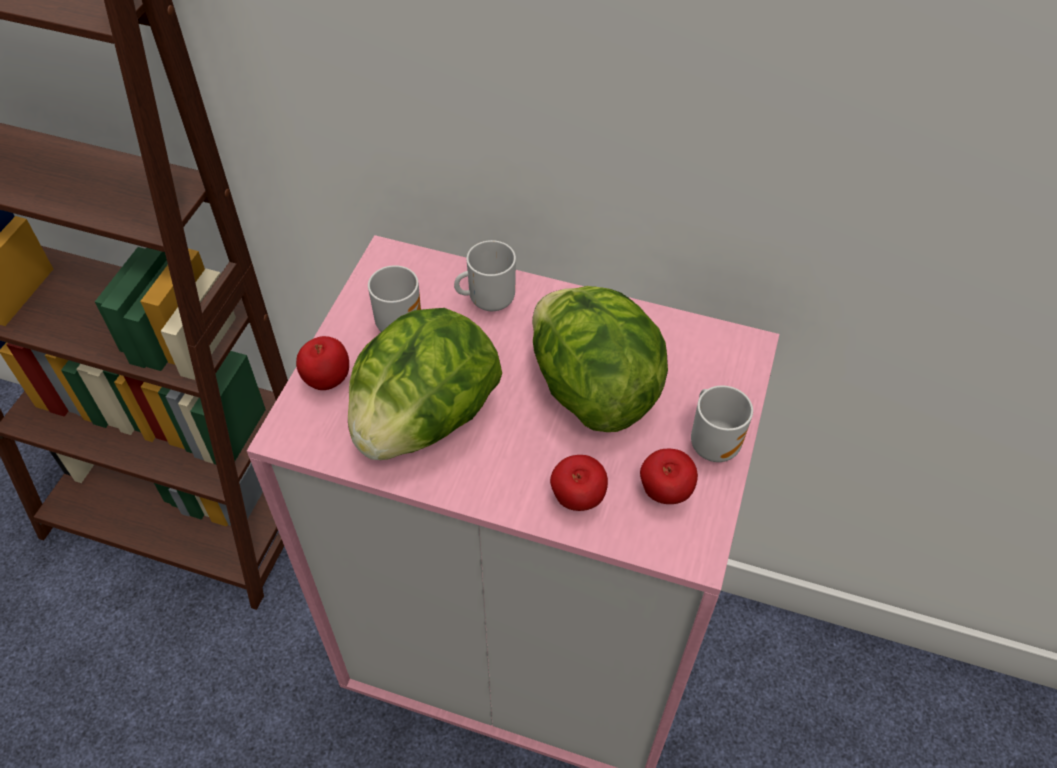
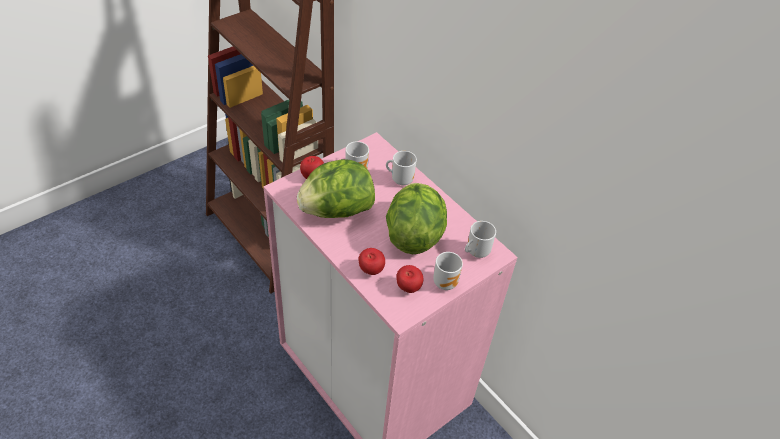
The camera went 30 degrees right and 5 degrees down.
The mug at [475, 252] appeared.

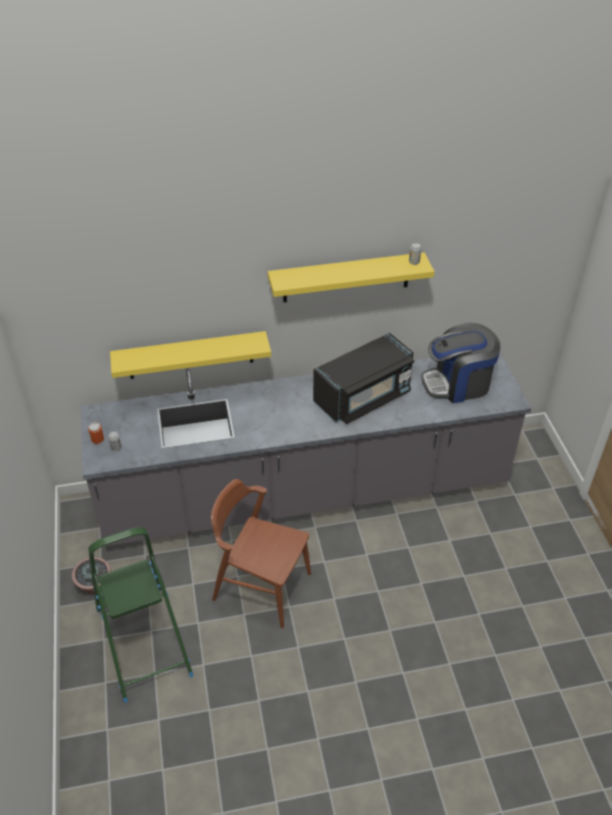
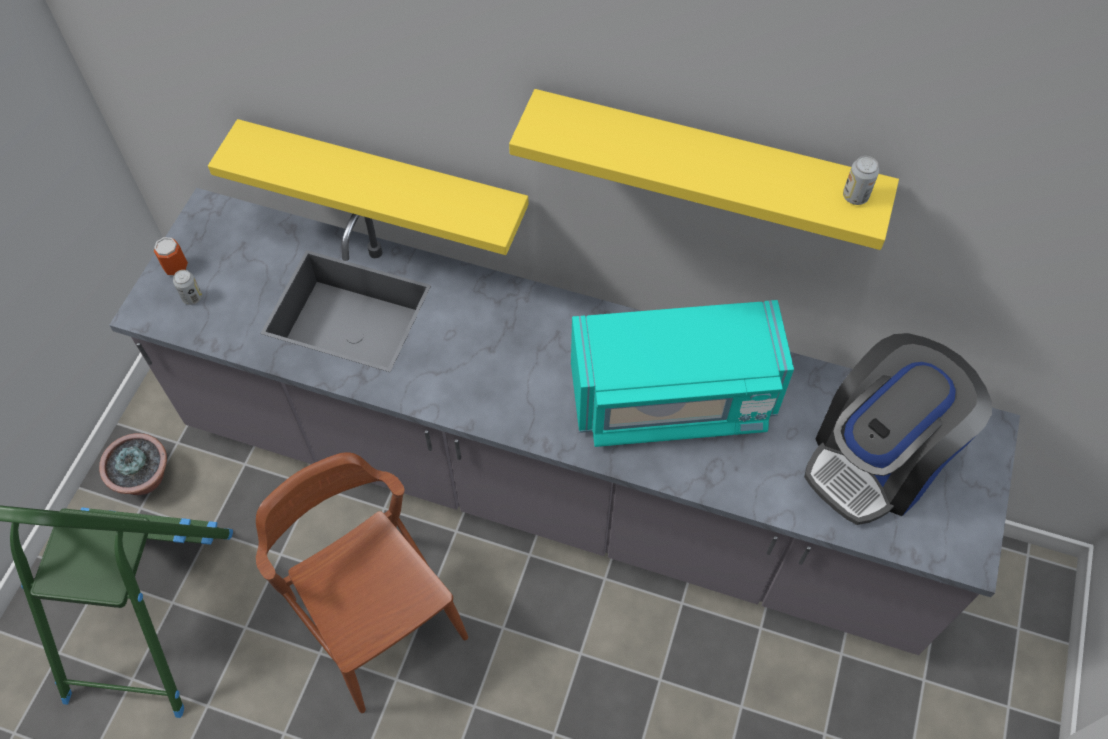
The camera went 30 degrees right and 15 degrees up.
The microwave/black at [363, 397] became the microwave/turquoise at [672, 399].
The coffee machine at [457, 384] turned 60 degrees counterclockwise.

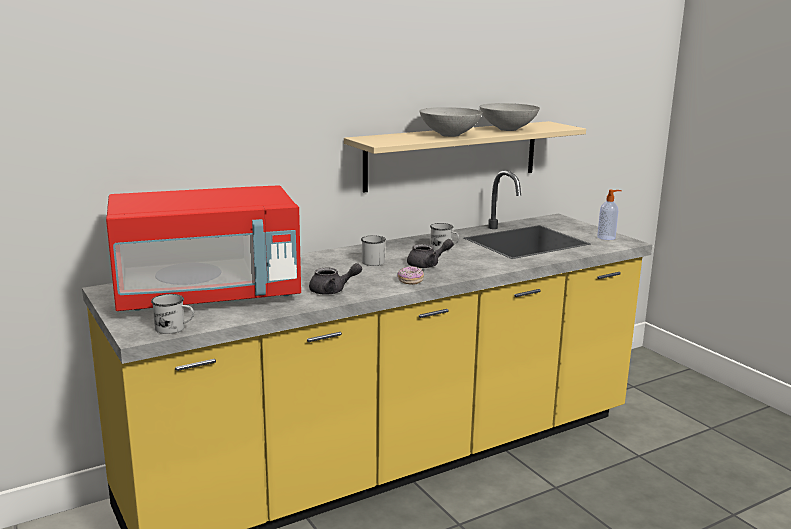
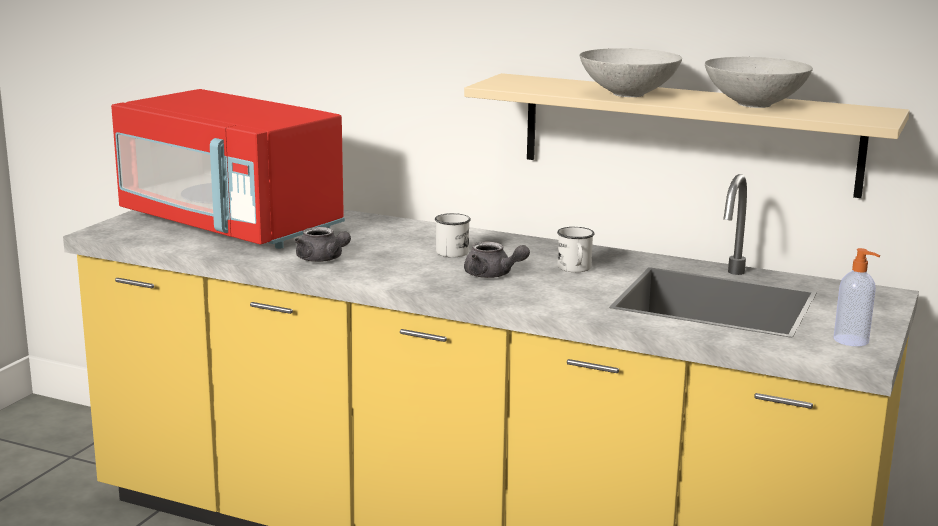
The camera went 55 degrees right and 0 degrees up.
The mug/white at [174, 329] disappeared.
The donut at [410, 281] disappeared.

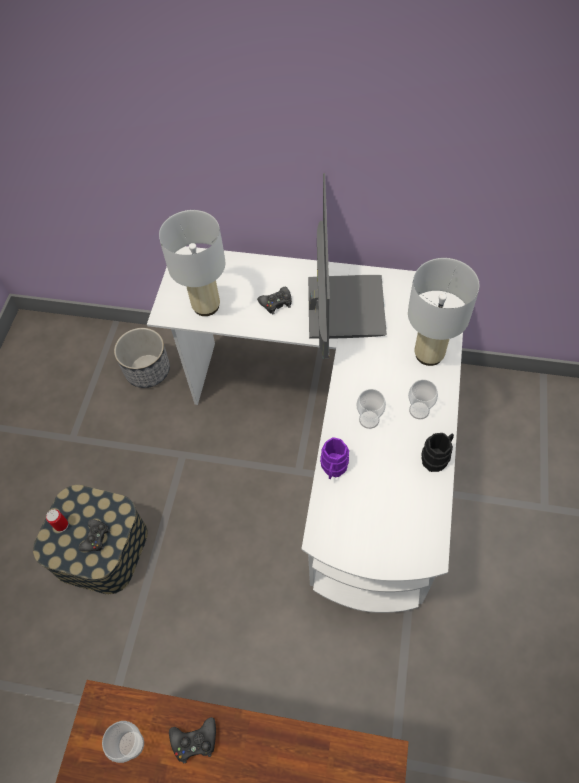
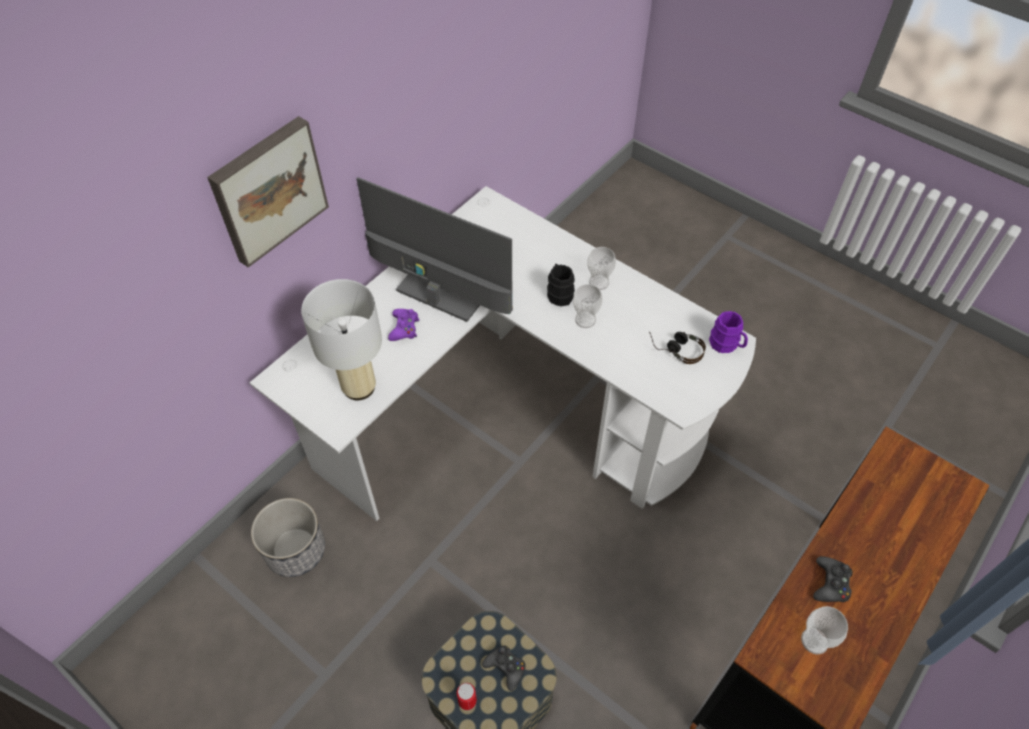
The camera went 65 degrees left and 5 degrees down.
The game controller/black at [276, 303] became the game controller/purple at [404, 328].
The mug/purple moved from [333, 468] to [726, 345].
The table lamp/white at [428, 354] disappeared.
The mug/black moved from [437, 457] to [559, 293].
The picture at [268, 190] appeared.
The headphones at [676, 348] appeared.

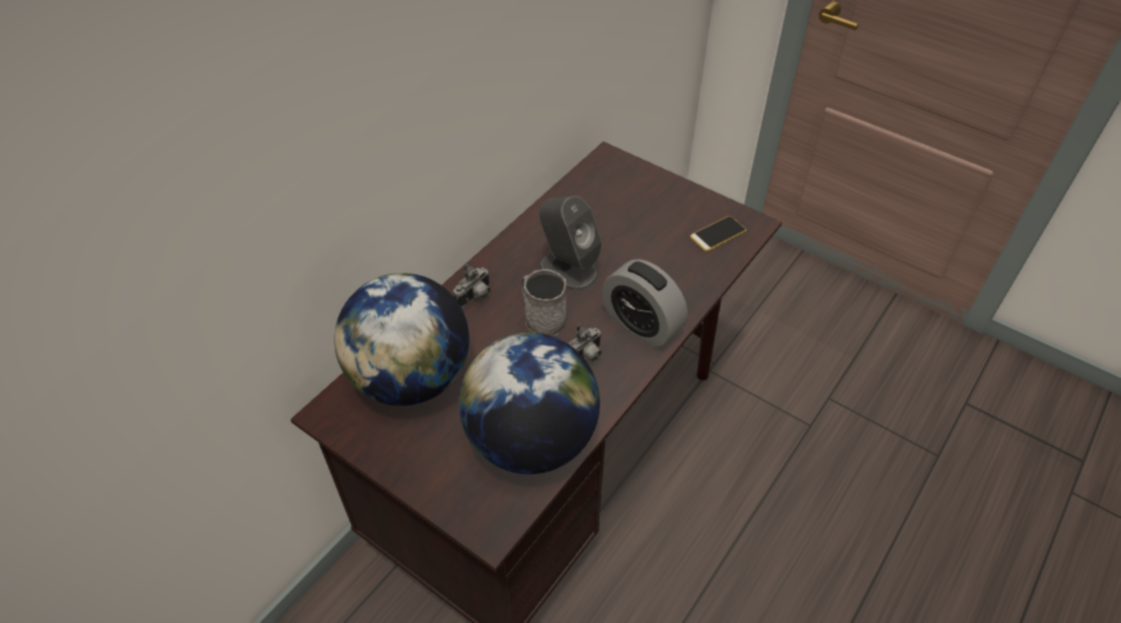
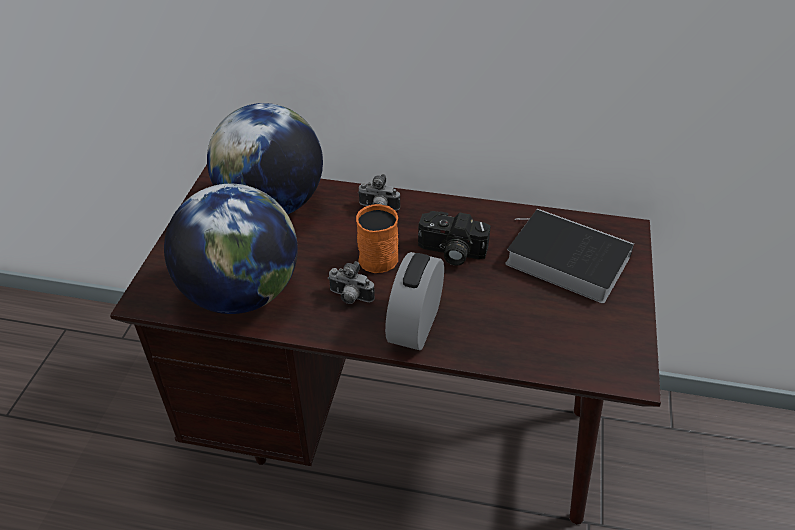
The camera went 65 degrees right and 5 degrees down.
The mug/grey at [541, 318] became the mug/orange at [380, 255].
The speaker/grey at [567, 269] was replaced by the photo camera at [450, 252].
The phone at [718, 234] disappeared.
The book at [563, 260] appeared.

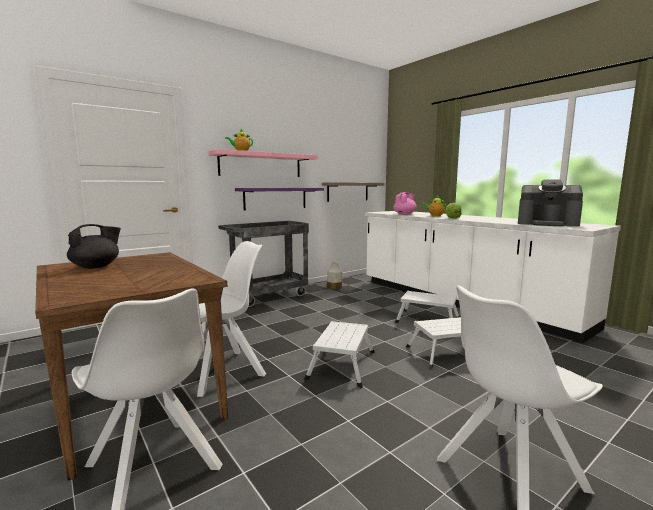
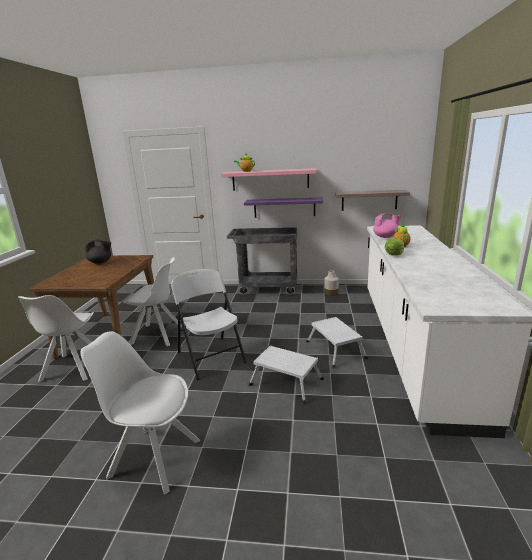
The camera went 45 degrees right and 10 degrees up.
The step ladder/white at [342, 364] was replaced by the chair/white at [211, 357].
The coffee machine at [547, 224] disappeared.

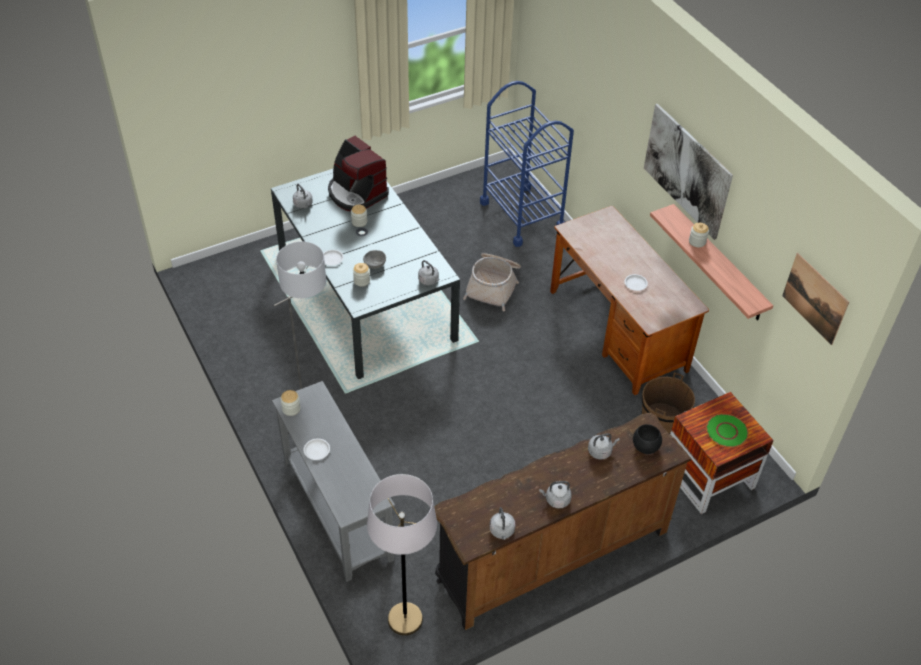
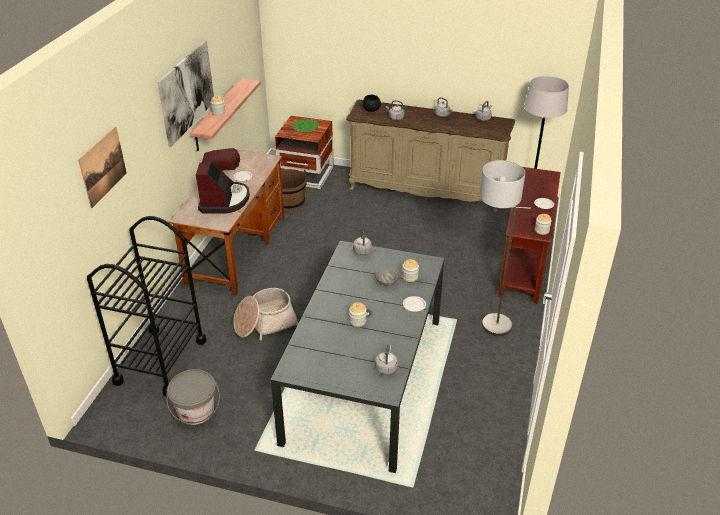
The camera went 135 degrees left and 10 degrees down.
The console table/grey at [336, 510] became the console table/brown at [524, 264].
The coffee machine moved from [356, 193] to [224, 200].
The cabinet/black at [552, 554] became the cabinet/beige at [425, 191].
The cart/blue at [522, 215] became the cart/black at [161, 361].
The picture moved from [815, 298] to [103, 166].
The bucket/grey at [196, 411] appeared.

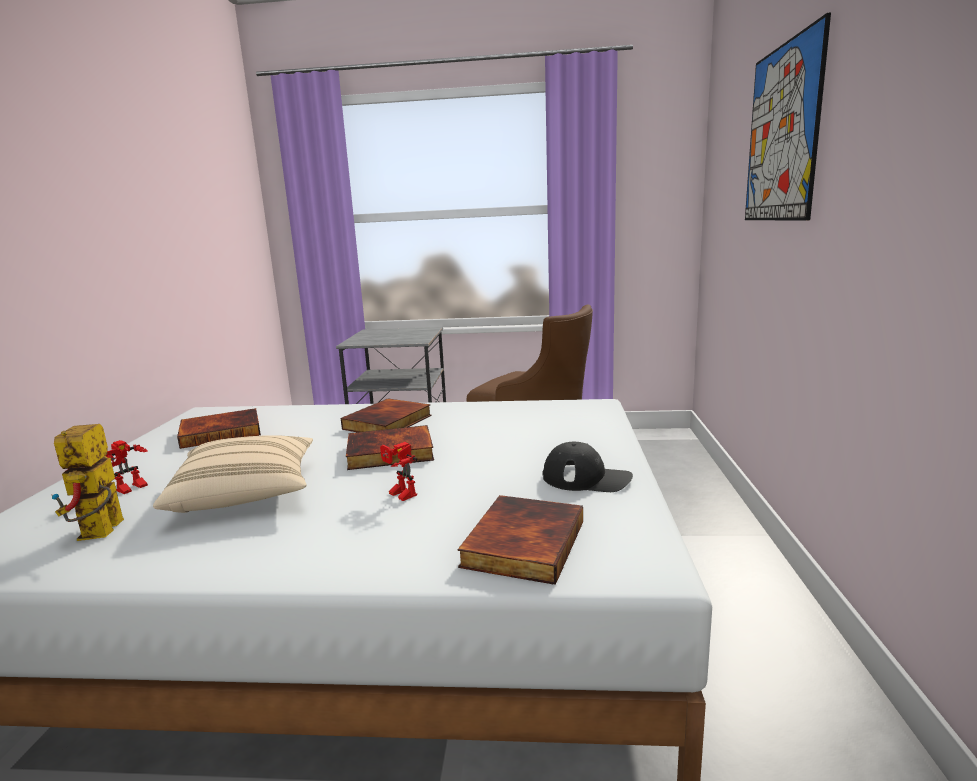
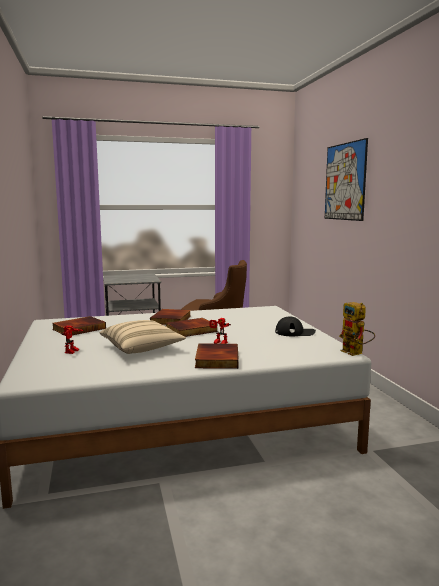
The camera went 20 degrees left and 5 degrees down.
The toy robot moved from [101, 534] to [356, 353].
The book moved from [522, 542] to [215, 359].

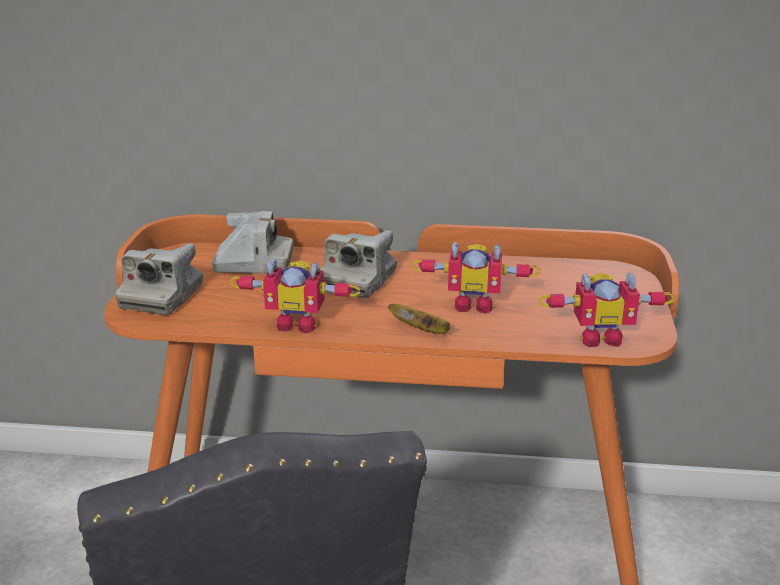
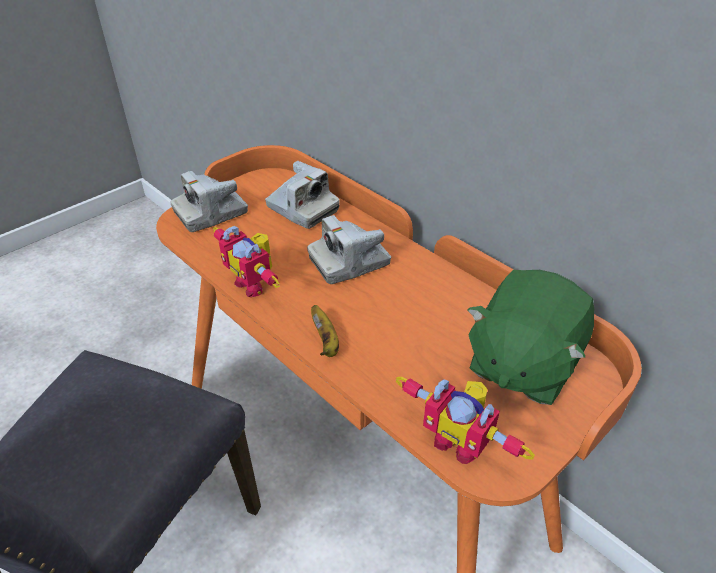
The camera went 40 degrees right and 15 degrees up.
The toy robot at [473, 304] disappeared.
The plush toy/green at [521, 363] appeared.

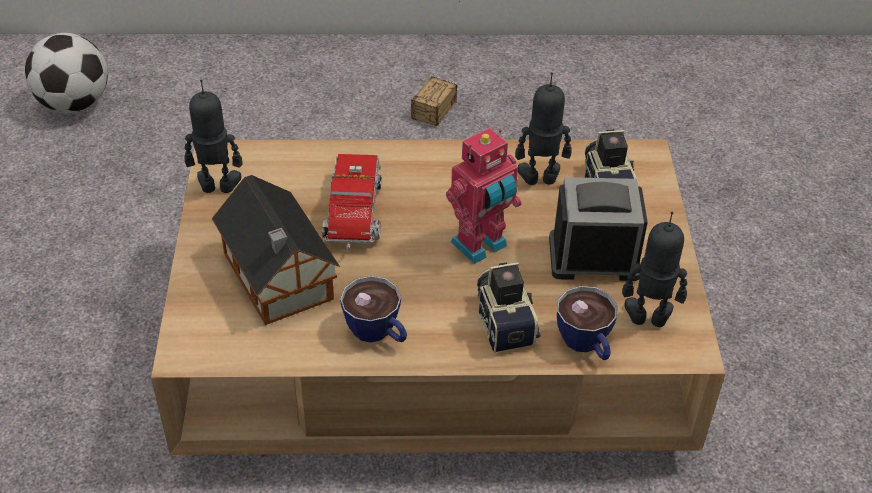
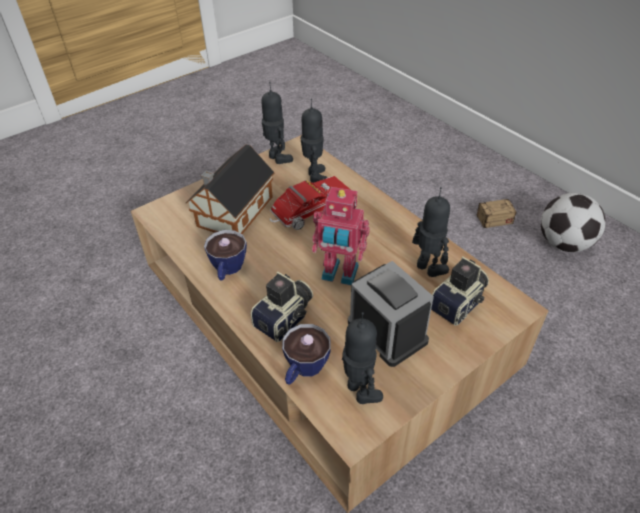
The camera went 55 degrees right and 0 degrees up.
The football moved from [75, 104] to [564, 244].
The toy robot at [314, 177] appeared.

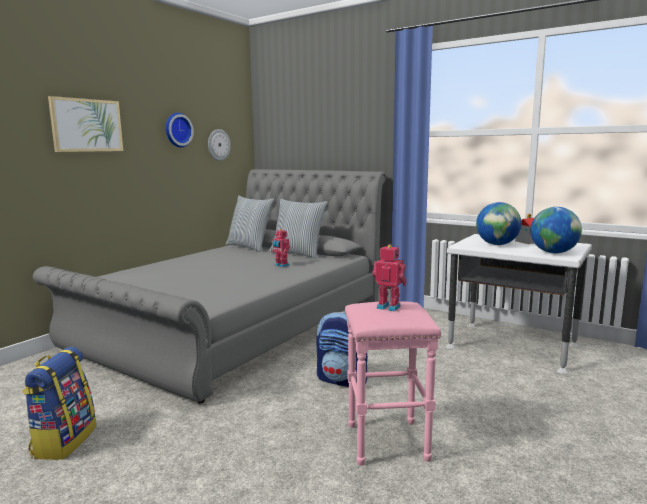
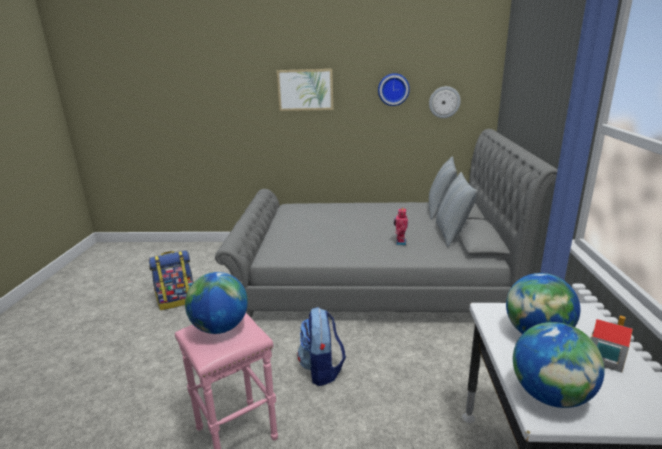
The camera went 60 degrees right and 10 degrees up.
The toy robot at [389, 307] was replaced by the globe at [220, 328].

